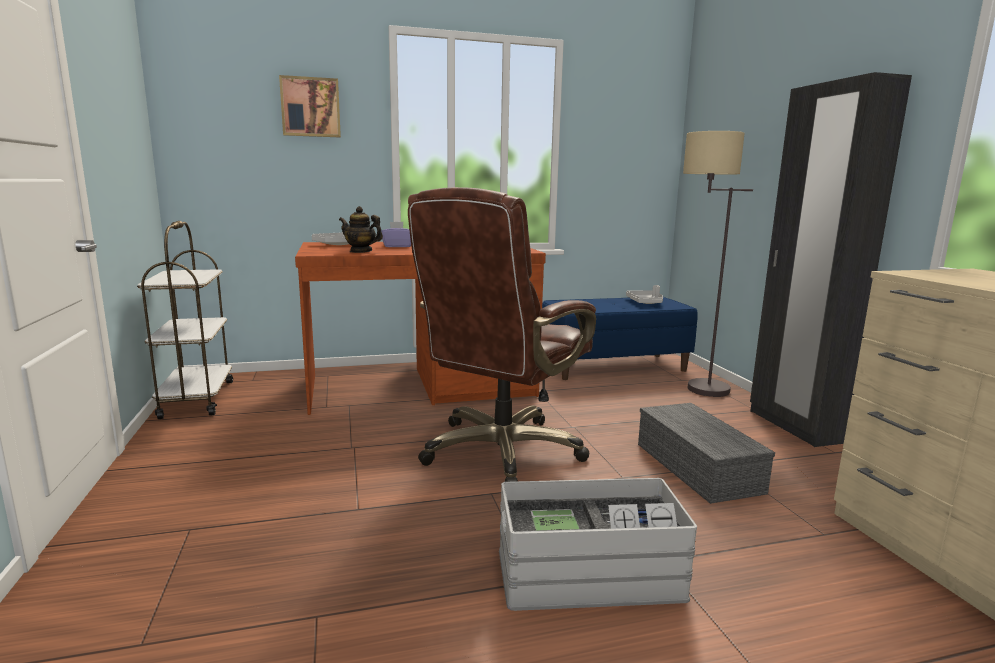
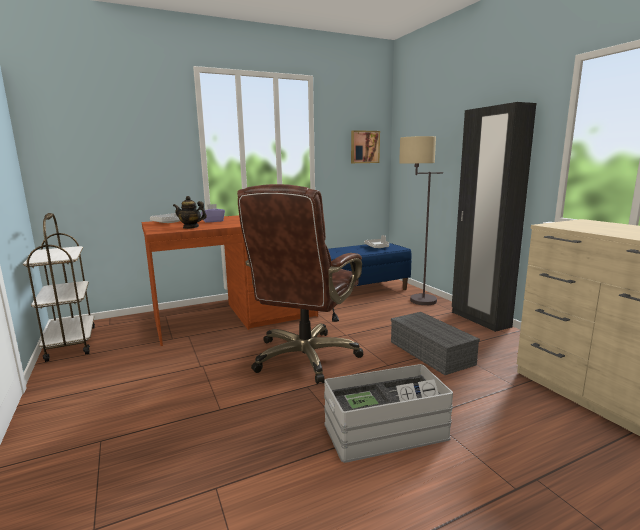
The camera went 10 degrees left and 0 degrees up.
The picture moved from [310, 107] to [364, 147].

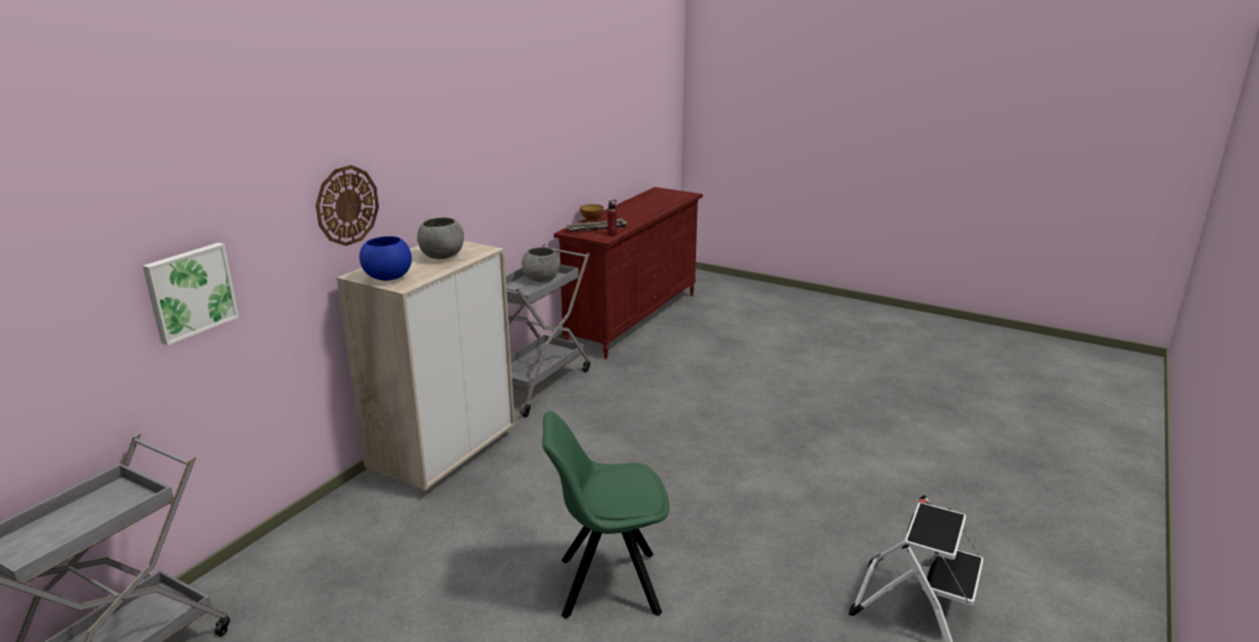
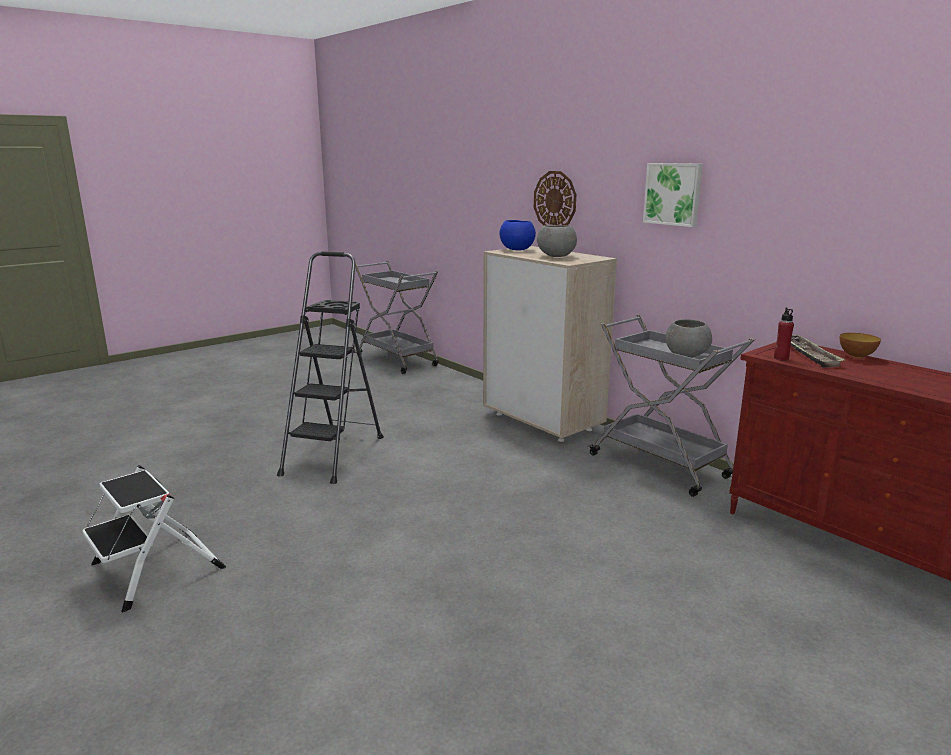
The camera went 110 degrees right and 5 degrees down.
The picture moved from [190, 291] to [673, 194].
The chair/green at [608, 585] was replaced by the step ladder at [334, 454].

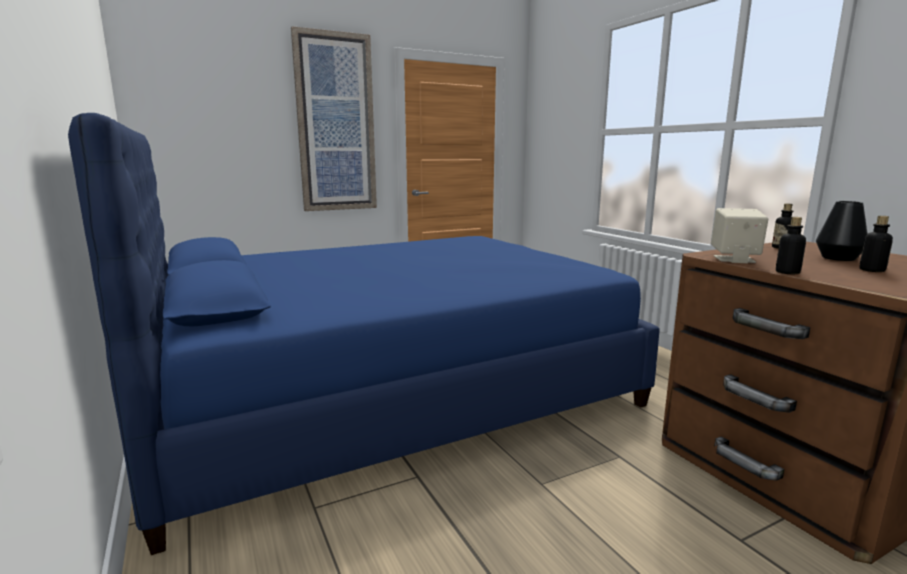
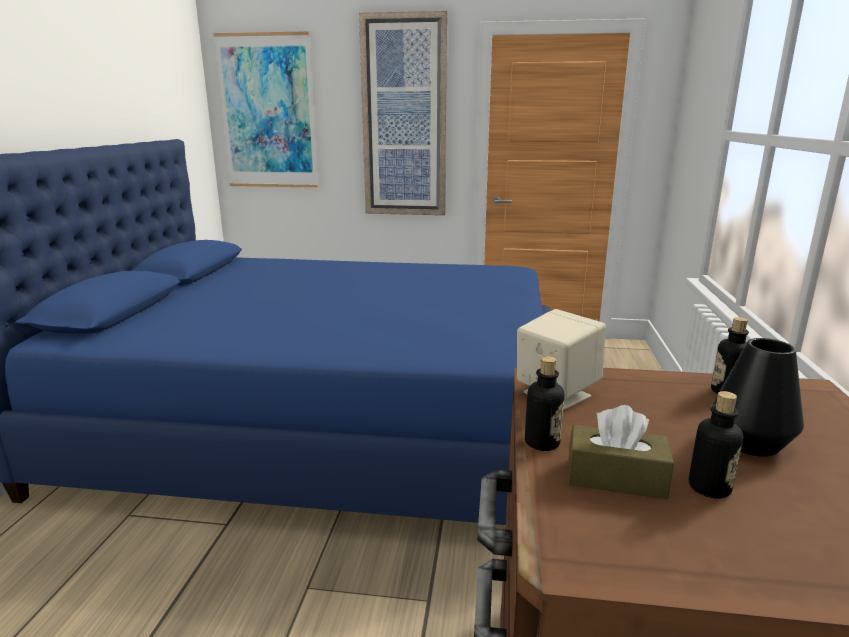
The camera went 35 degrees right and 5 degrees up.
The picture at [268, 112] appeared.
The tissue box/brown at [615, 477] appeared.

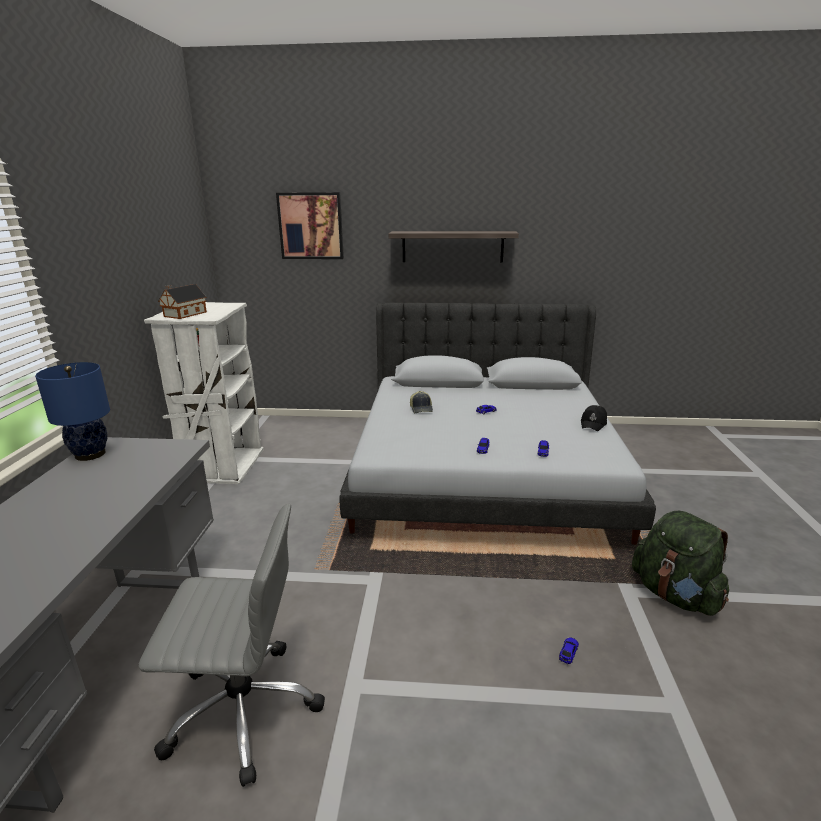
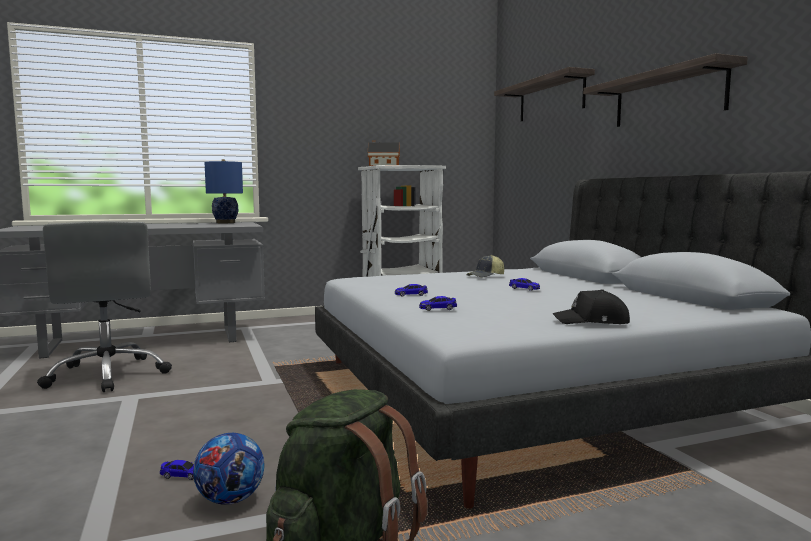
The camera went 65 degrees right and 15 degrees down.
The picture at [311, 226] was replaced by the shelf at [551, 98].
The football at [230, 500] appeared.

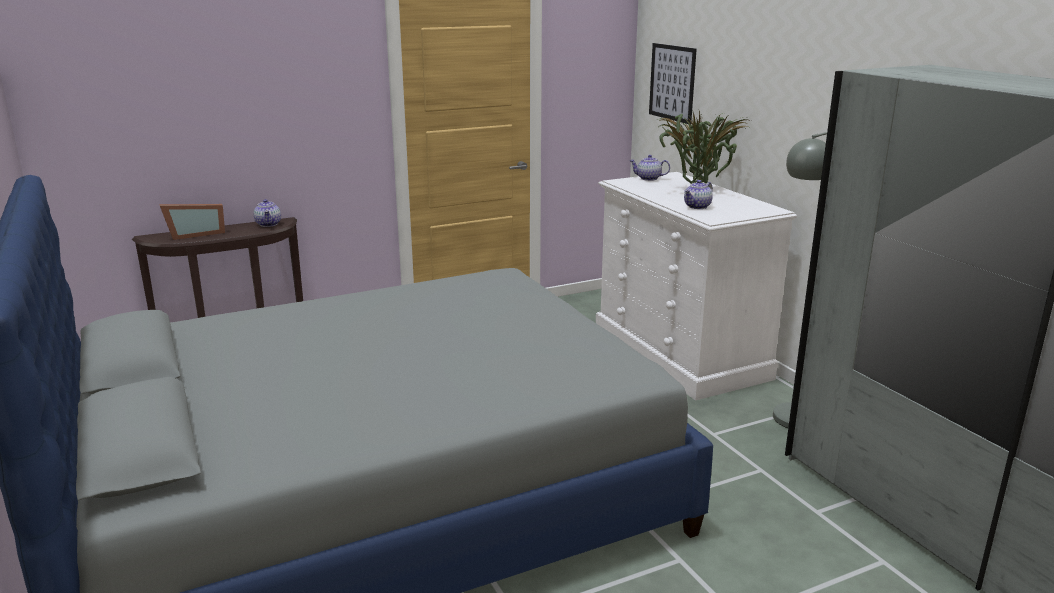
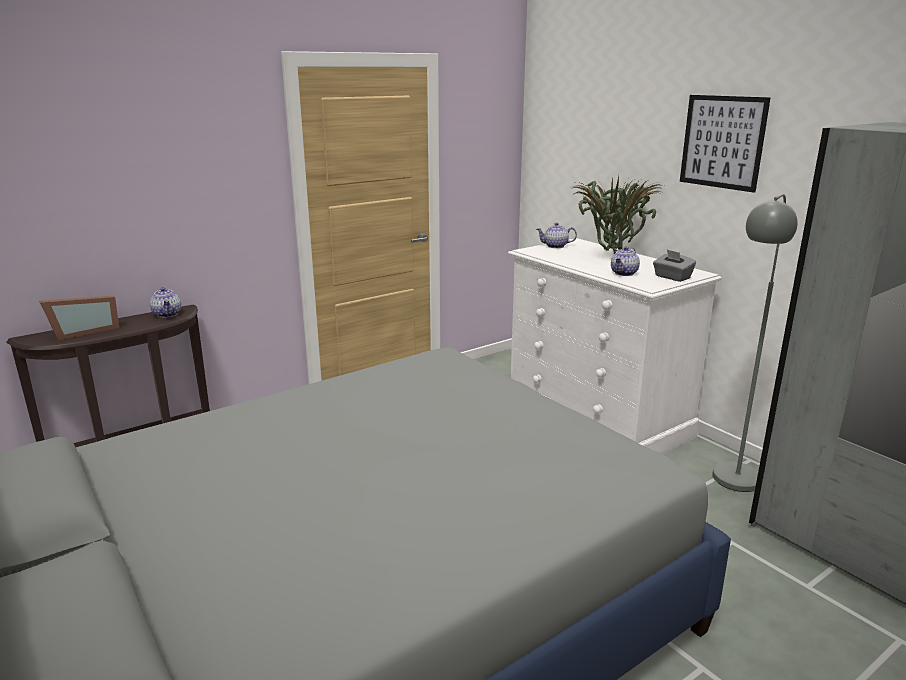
The camera went 10 degrees left and 0 degrees up.
The picture moved from [672, 82] to [722, 142].
The tissue box/grey at [672, 277] appeared.

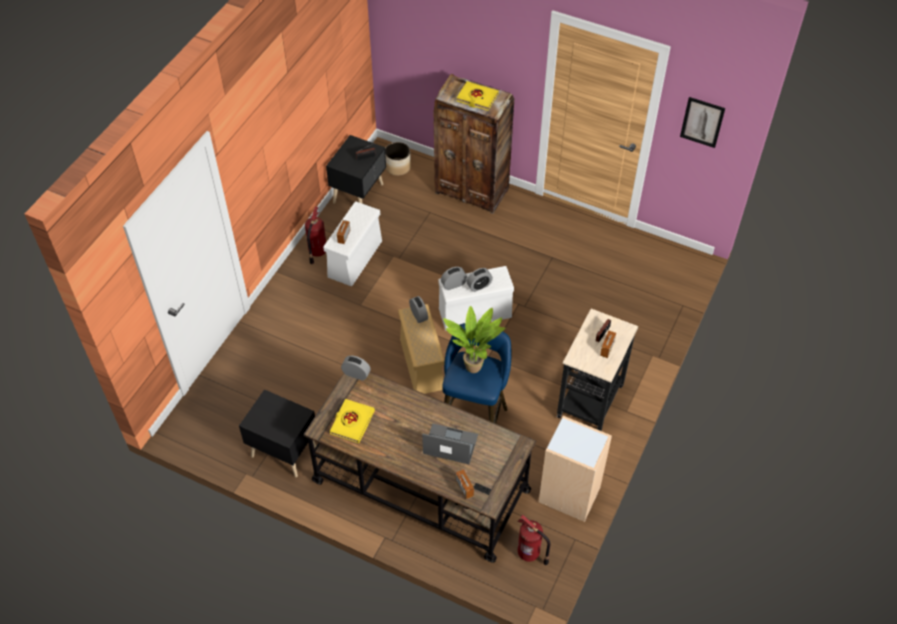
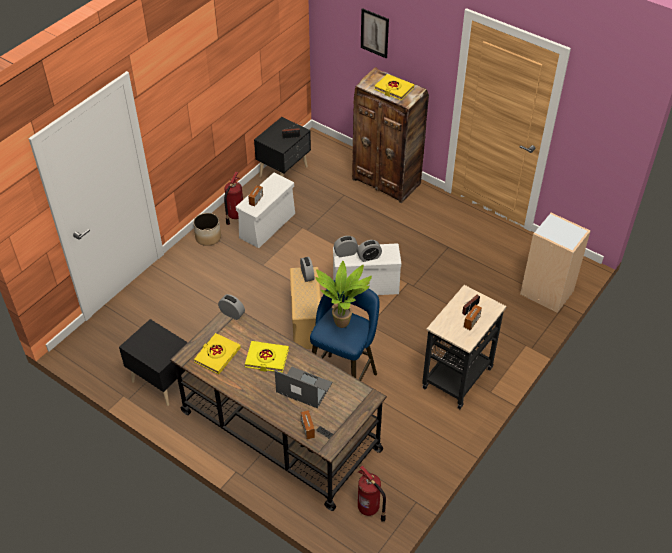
The camera went 10 degrees right and 5 degrees down.
The planter moved from [397, 167] to [208, 237].
The bookcase moved from [570, 495] to [547, 293].
The picture moved from [702, 122] to [374, 33].
The book/yellow at [267, 359] appeared.

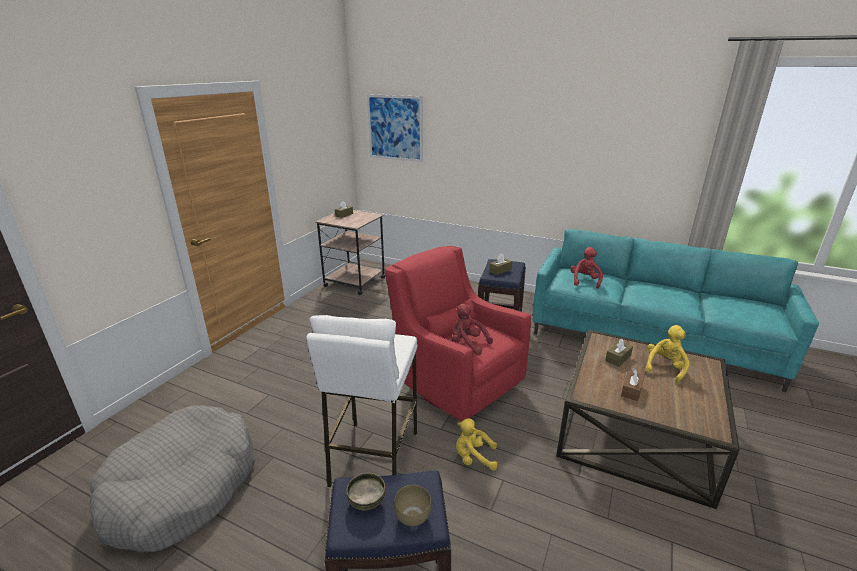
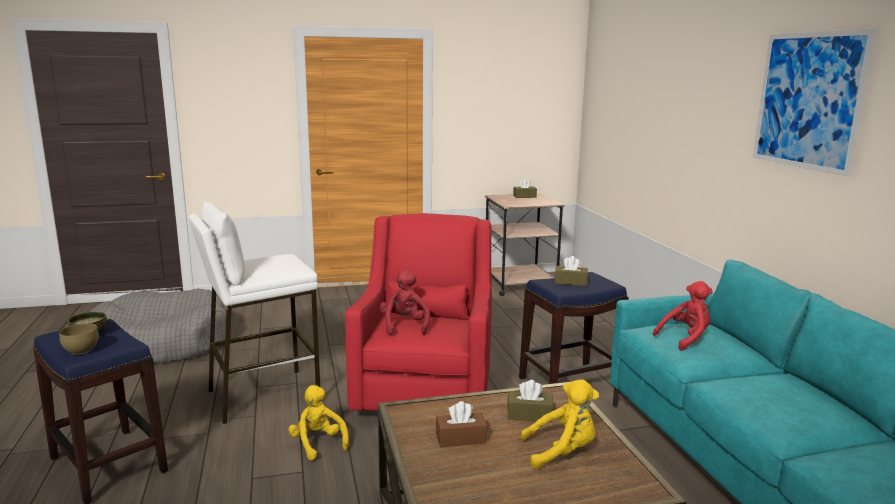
The camera went 50 degrees right and 10 degrees down.
The picture moved from [395, 128] to [808, 100].

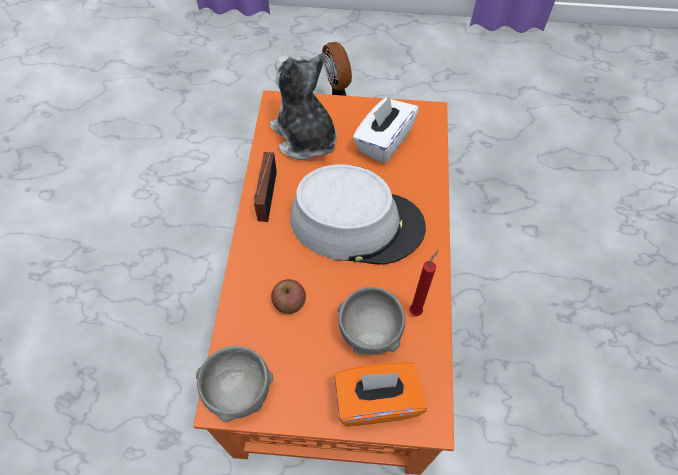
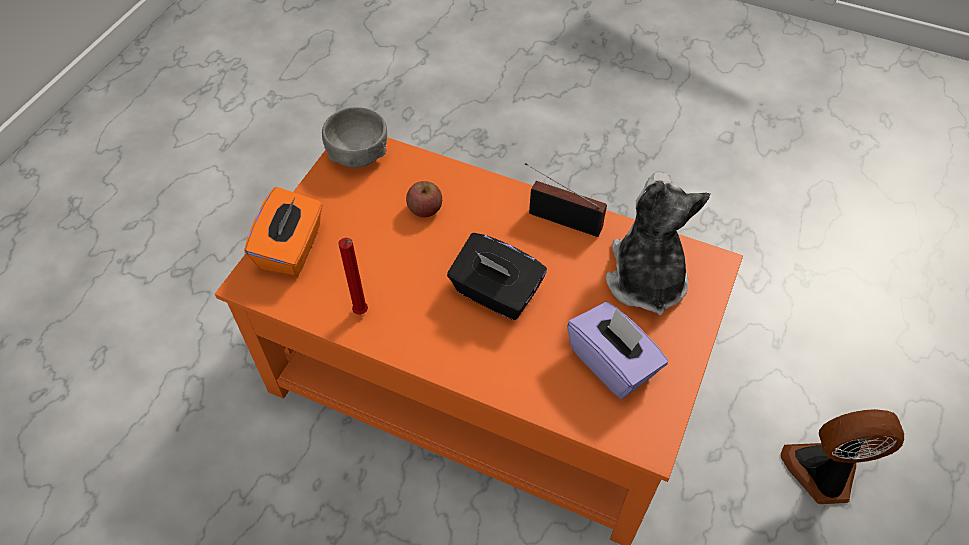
The camera went 110 degrees right and 5 degrees down.
The plush toy at [305, 137] turned 75 degrees counterclockwise.
The hat/grey at [356, 223] was replaced by the tissue box/black at [495, 293].
The bowl/grey at [370, 331] disappeared.
The tissue box/white at [383, 141] became the tissue box/purple at [612, 363].

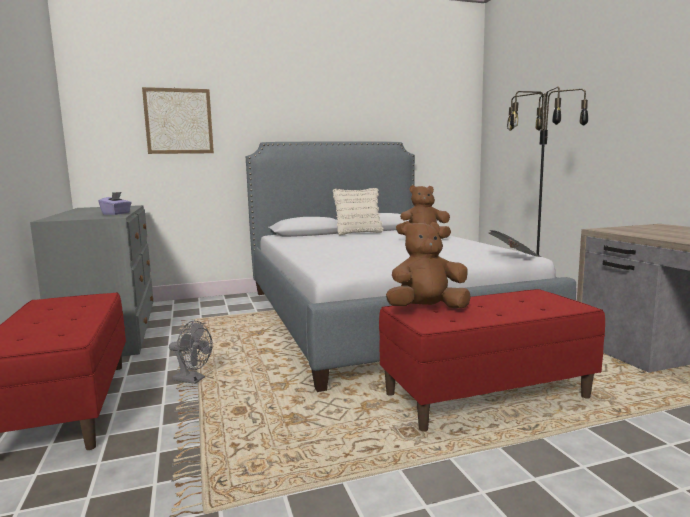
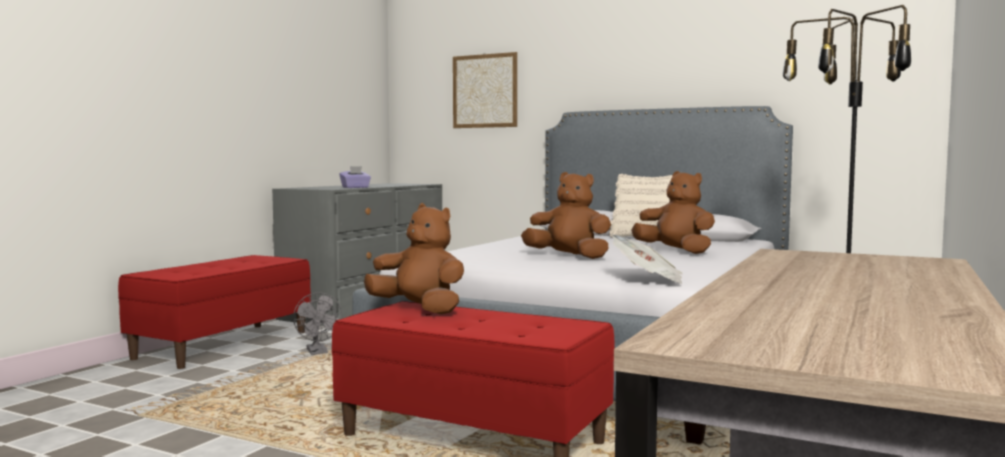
The camera went 45 degrees right and 5 degrees down.
The plush toy/brown at [569, 257] appeared.

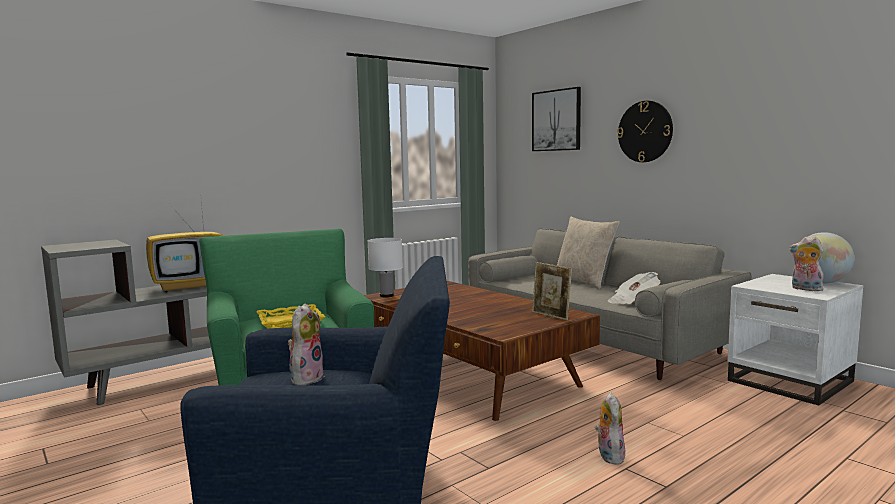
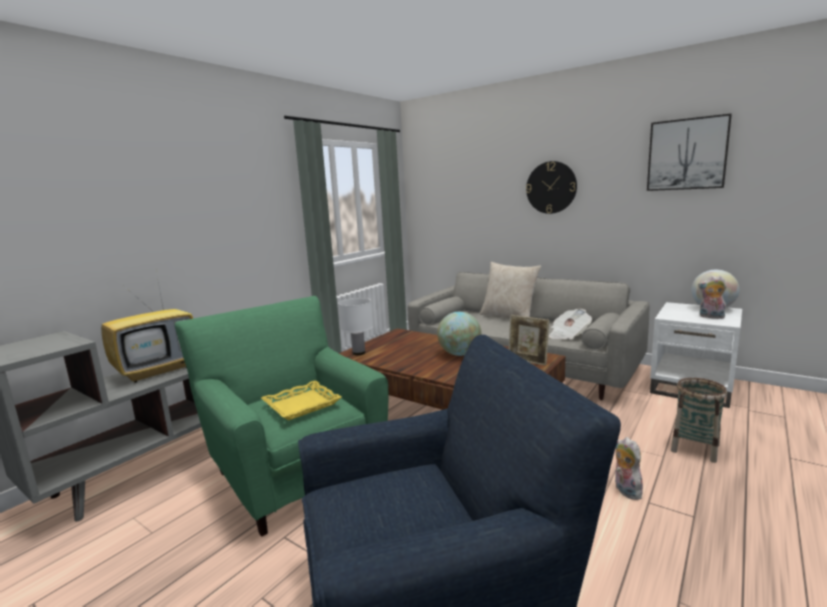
The camera went 15 degrees left and 5 degrees up.
The plush toy at [306, 378] disappeared.
The picture moved from [556, 120] to [687, 154].
The globe at [459, 354] appeared.
The basket at [695, 448] appeared.

